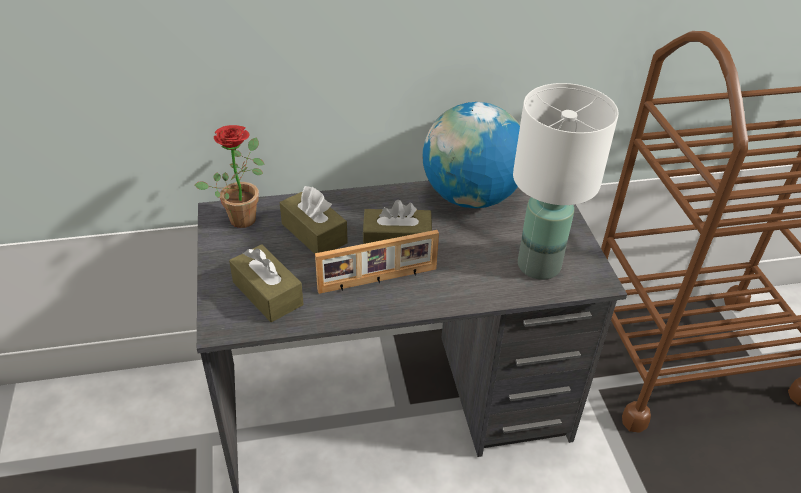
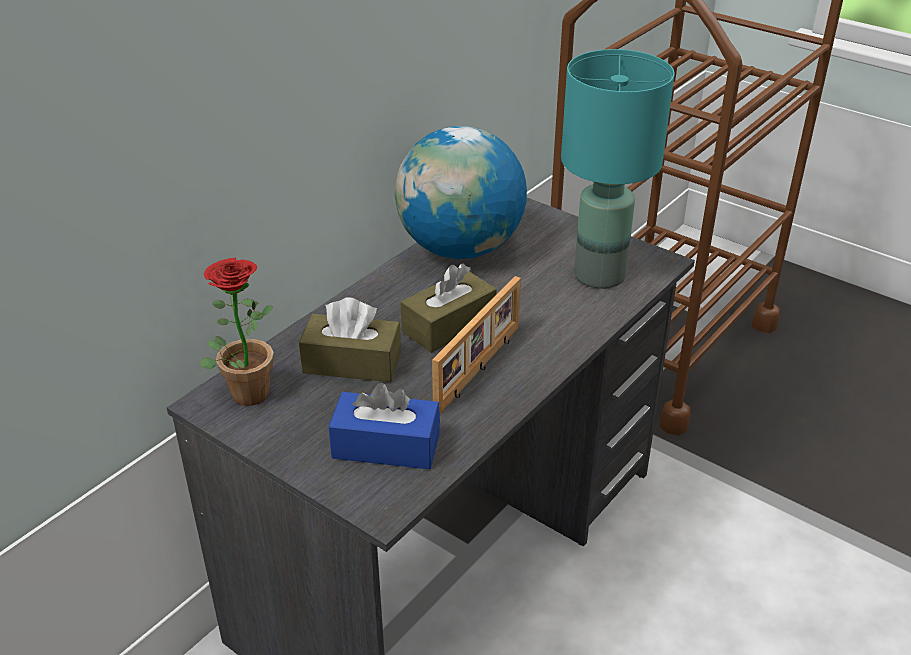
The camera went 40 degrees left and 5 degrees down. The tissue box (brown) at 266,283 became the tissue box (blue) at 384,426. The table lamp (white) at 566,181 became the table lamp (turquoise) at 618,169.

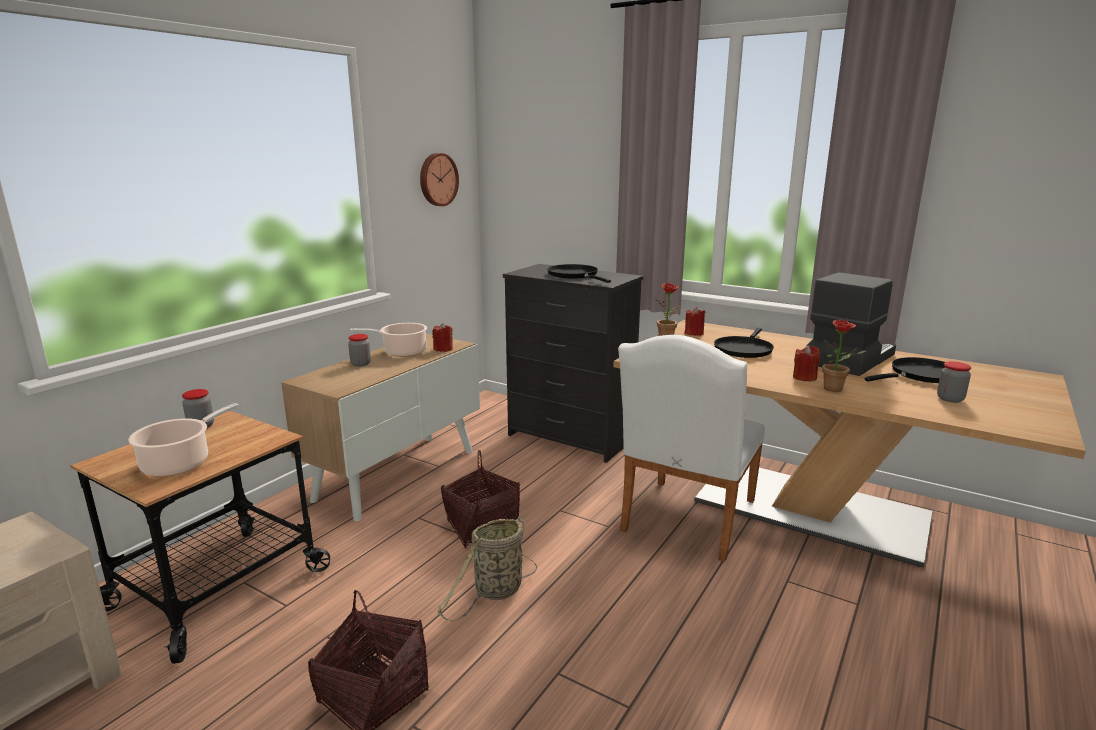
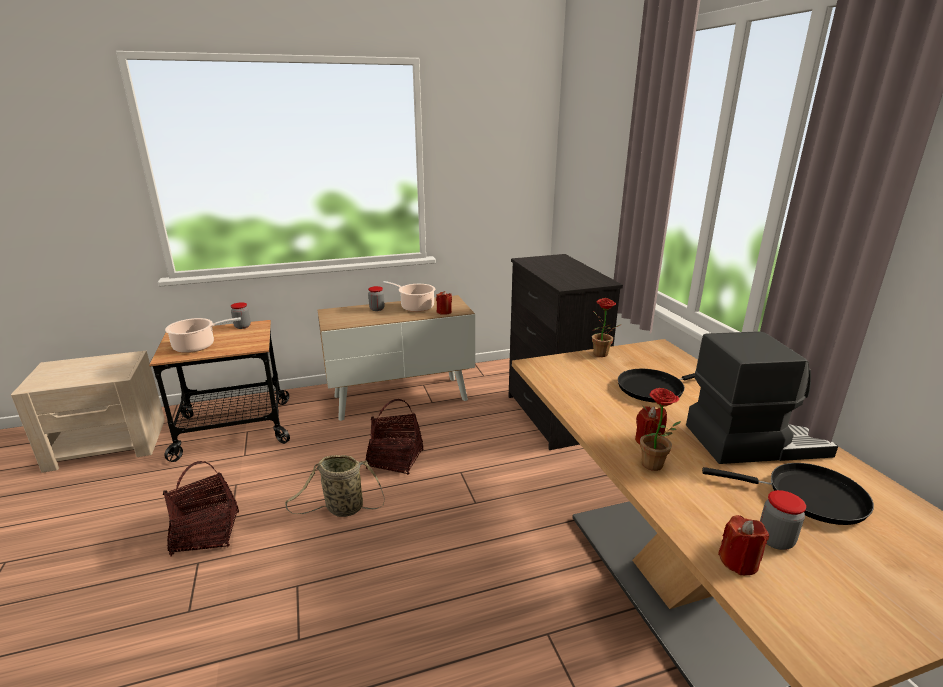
The camera went 40 degrees right and 5 degrees up. The wall clock at 439,179 disappeared. The frying pan (black) at 579,273 disappeared. The chair (white) at 691,448 disappeared. The candle (red) moved from 695,321 to 743,545.

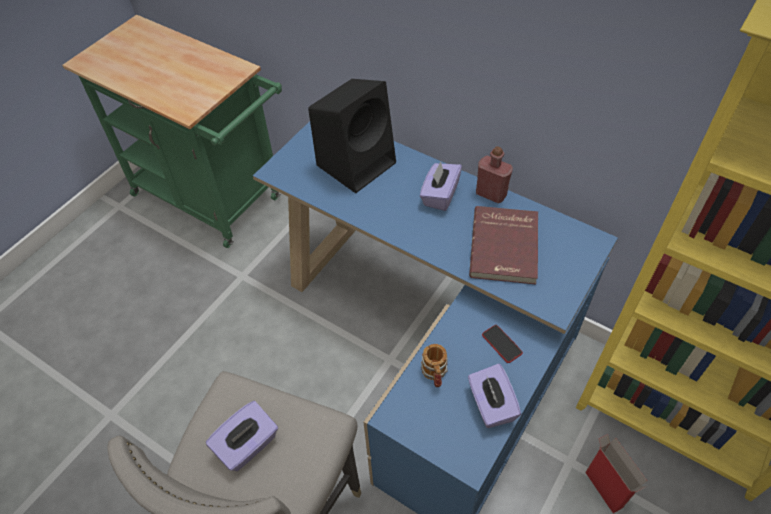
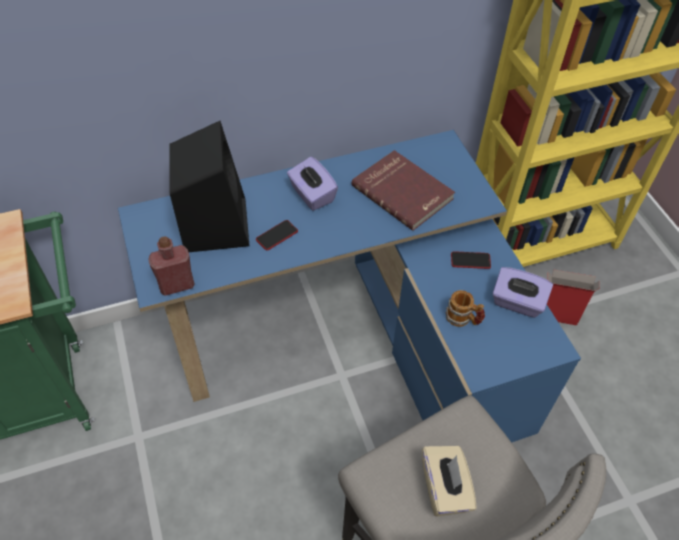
The camera went 55 degrees left and 0 degrees up. The tissue box (purple) at 242,436 became the tissue box (beige) at 449,481. The bottle (red) moved from 494,174 to 171,266. The phone at 277,235 appeared.

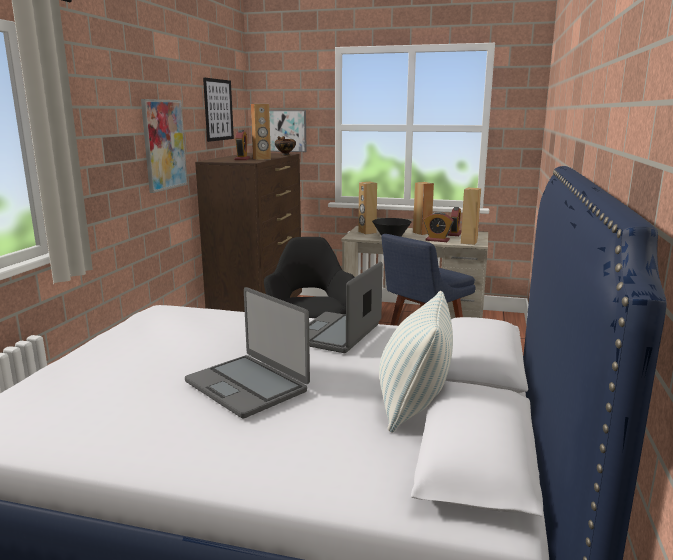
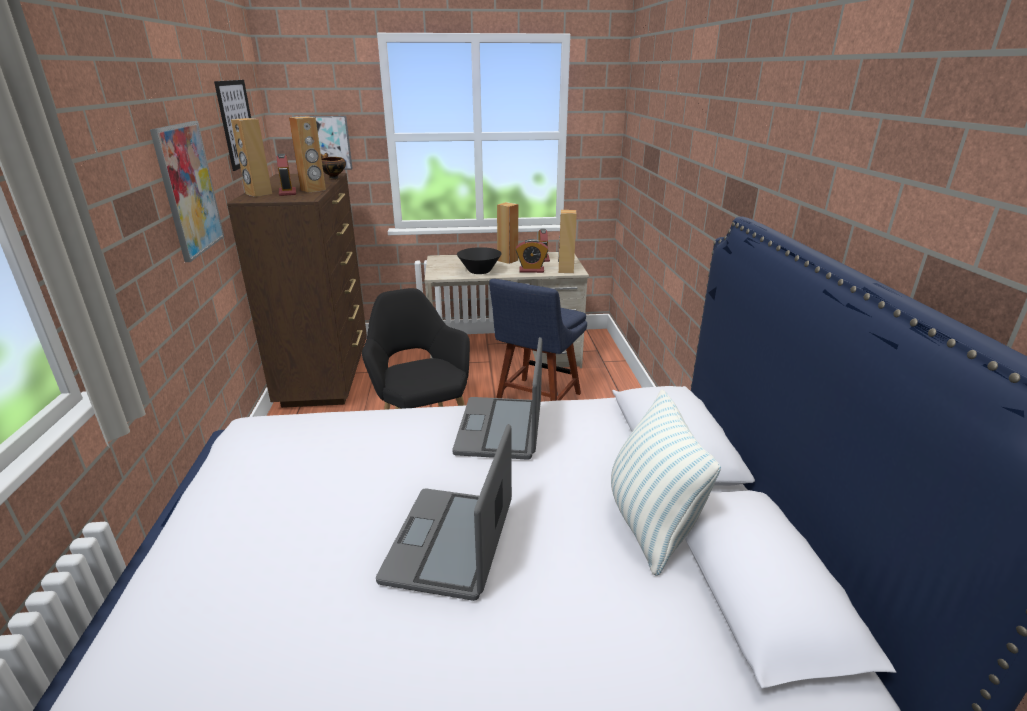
The camera went 20 degrees left and 10 degrees up. The laptop at 247,353 turned 75 degrees clockwise. The speaker (brown) moved from 367,208 to 251,157.

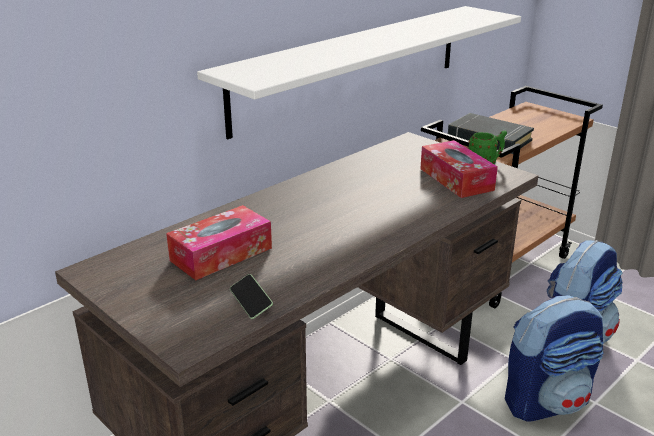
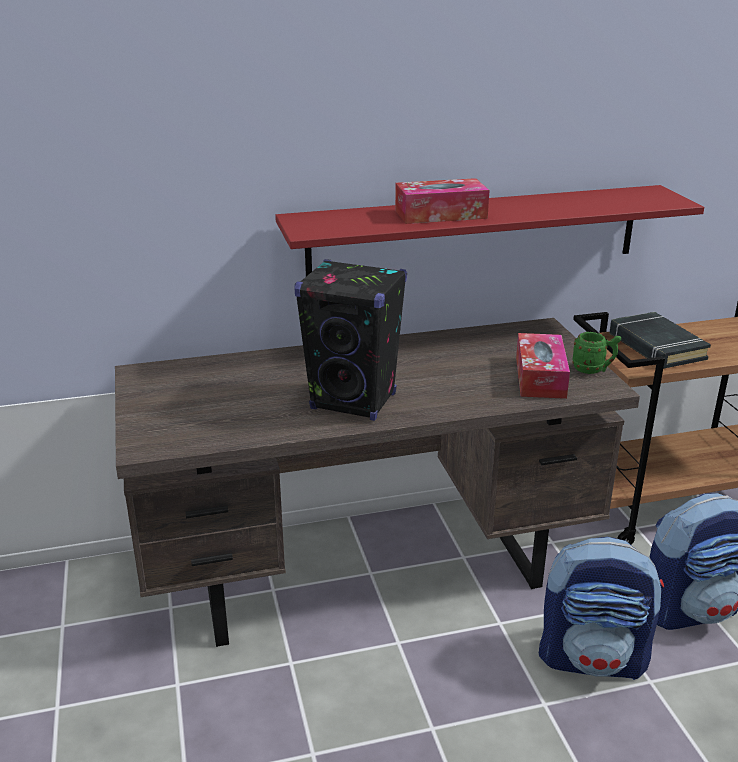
The camera went 30 degrees right and 0 degrees up. The tissue box moved from 219,242 to 442,201. The shelf (white) at 359,72 became the shelf (red) at 489,230. The phone at 251,296 disappeared. The speaker (black) at 350,340 appeared.

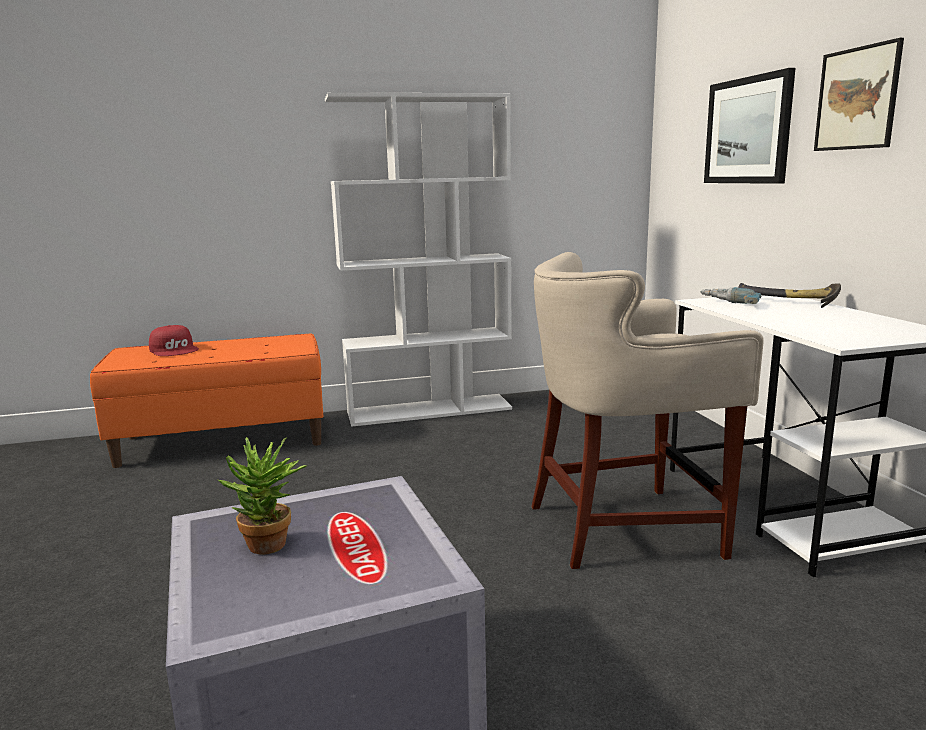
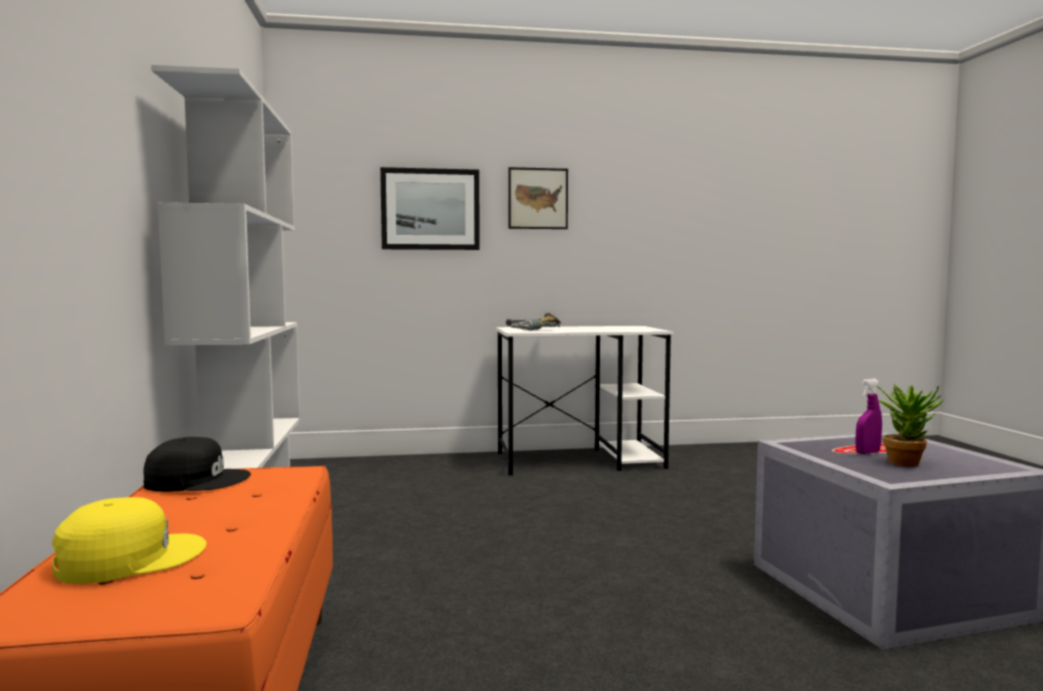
The camera went 85 degrees left and 10 degrees down. The cap (red) at 174,340 became the cap (yellow) at 129,540. The stool (beige) at 647,410 disappeared. The cap (black) at 197,464 appeared. The spray bottle (purple) at 869,416 appeared.

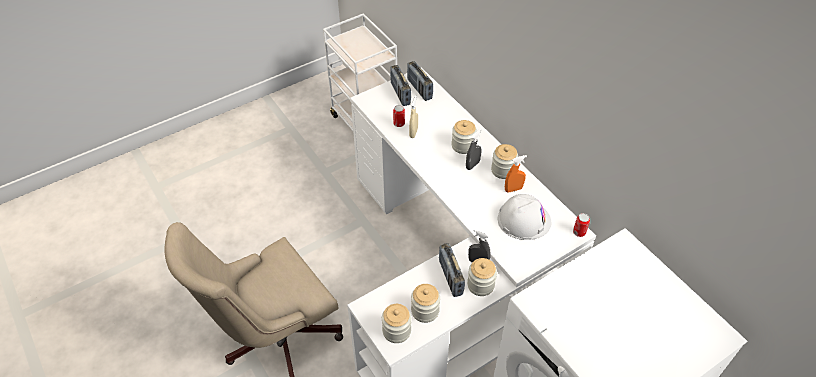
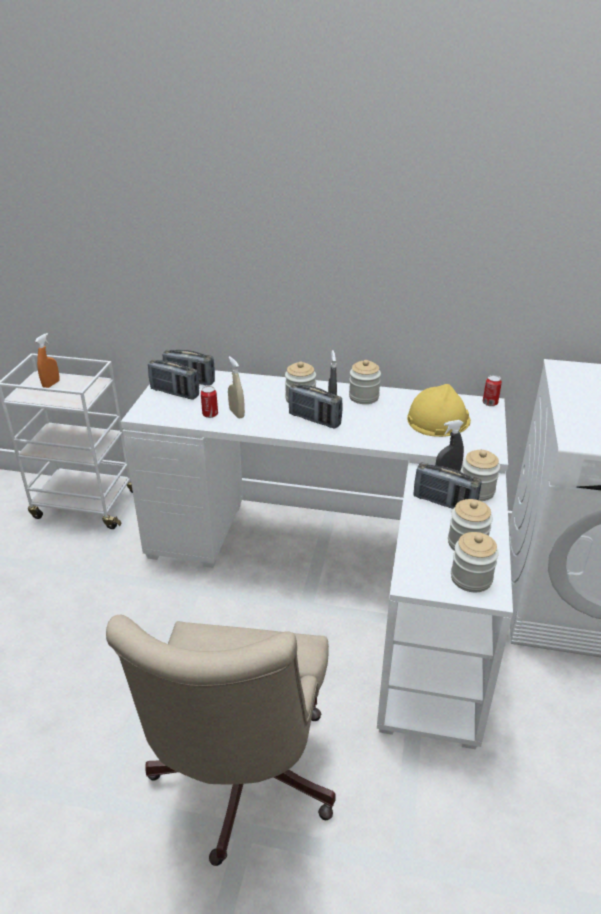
The camera went 45 degrees left and 15 degrees down. The hard hat (white) at 524,217 became the hard hat (yellow) at 439,410. The spray bottle (orange) moved from 516,174 to 47,360. The radio at 315,406 appeared.

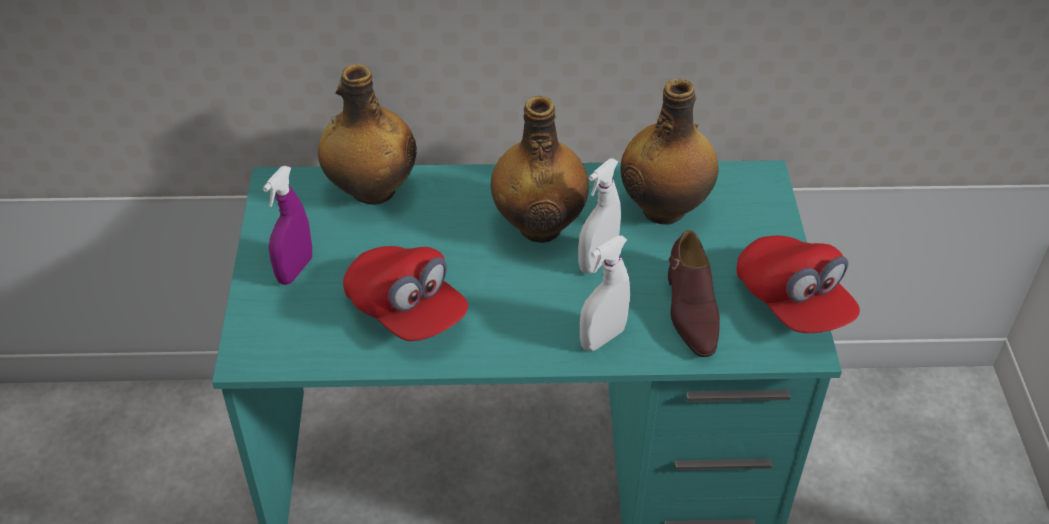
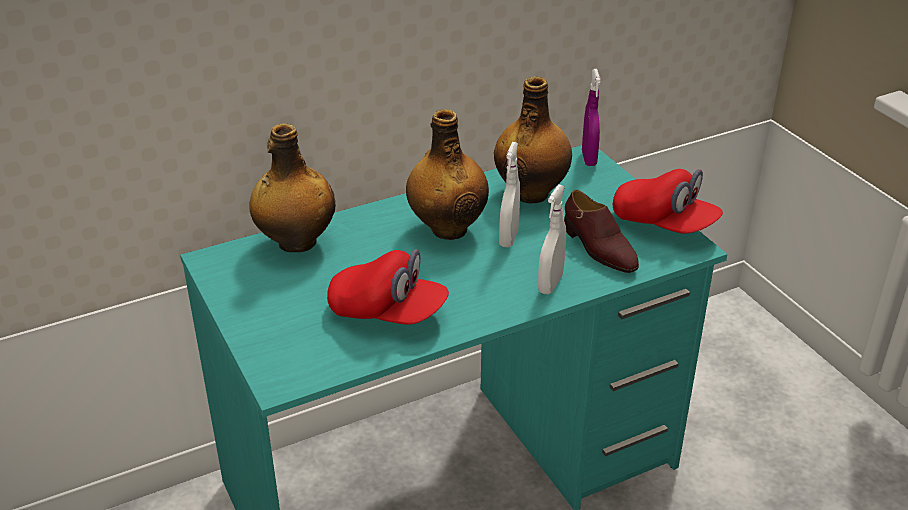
The camera went 25 degrees left and 10 degrees down. The spray bottle (purple) moved from 287,225 to 591,117.

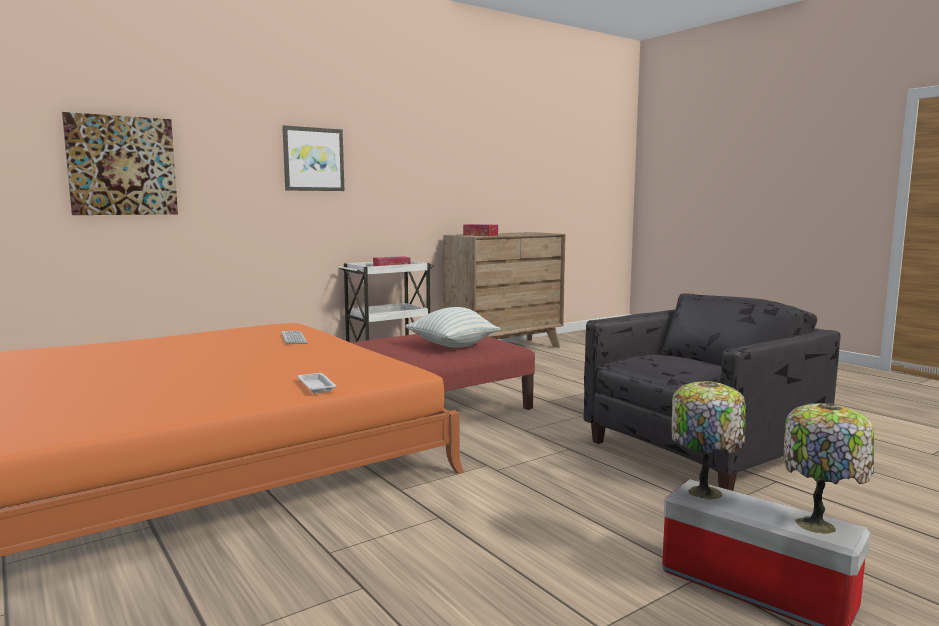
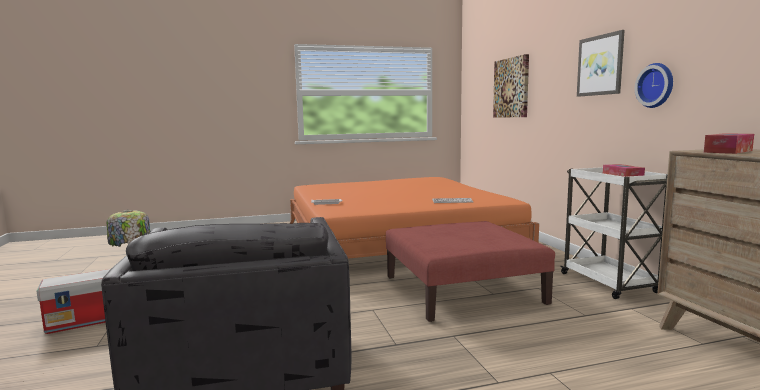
The camera went 110 degrees right and 0 degrees up. The pillow at 453,327 disappeared. The table lamp at 828,468 disappeared. The wall clock at 654,85 appeared.

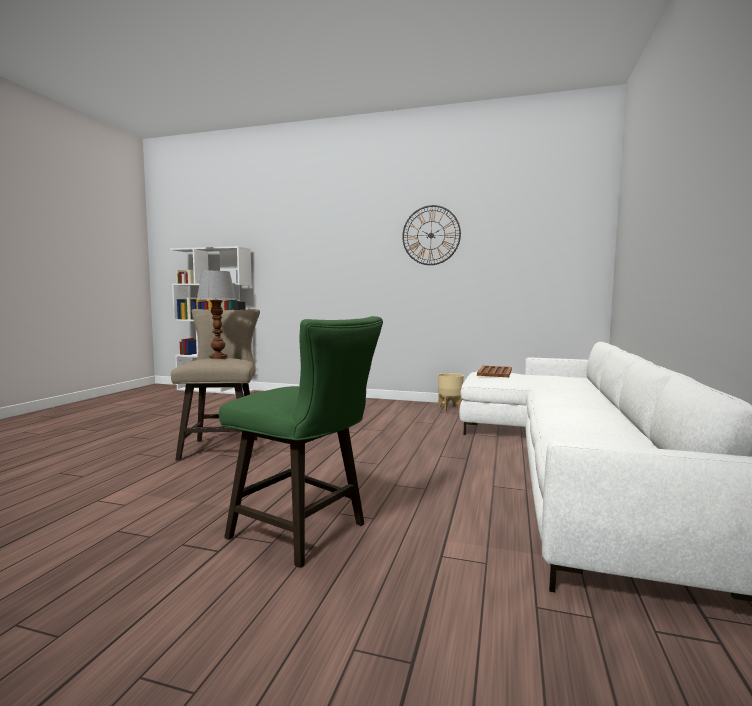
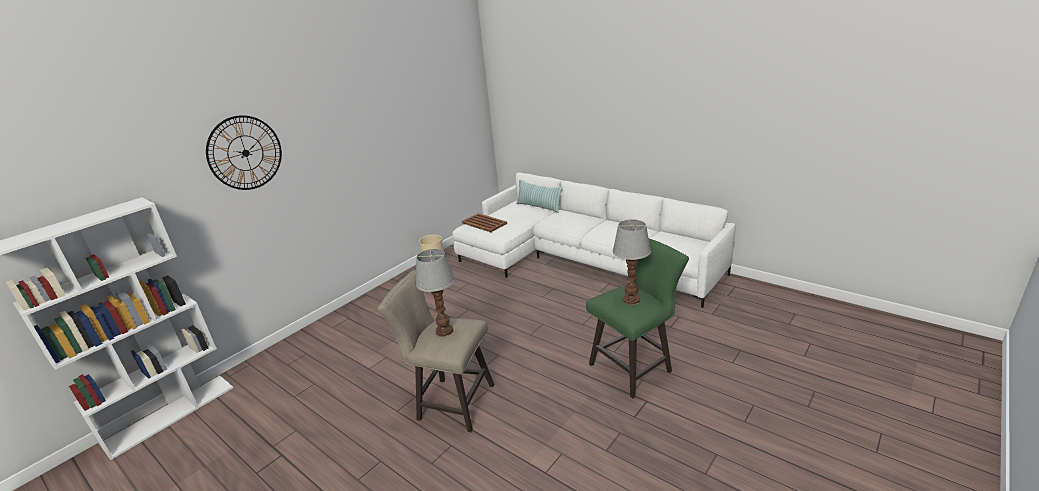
The camera went 65 degrees left and 20 degrees up. The wall clock moved from 431,235 to 244,152. The pillow at 539,196 appeared. The table lamp at 632,262 appeared.

